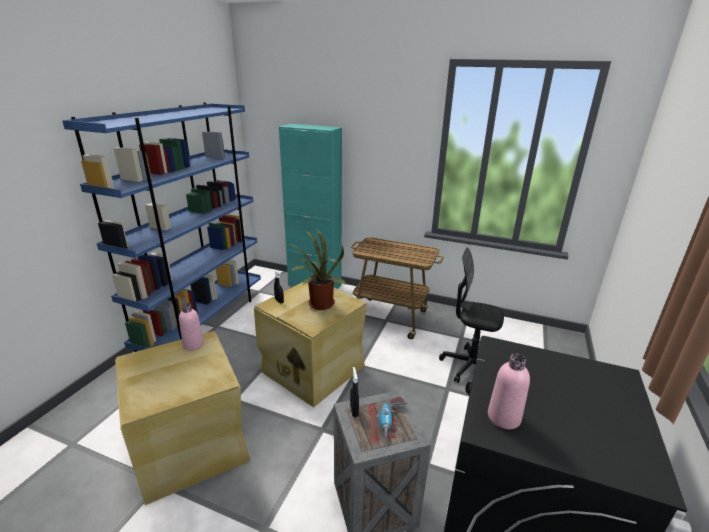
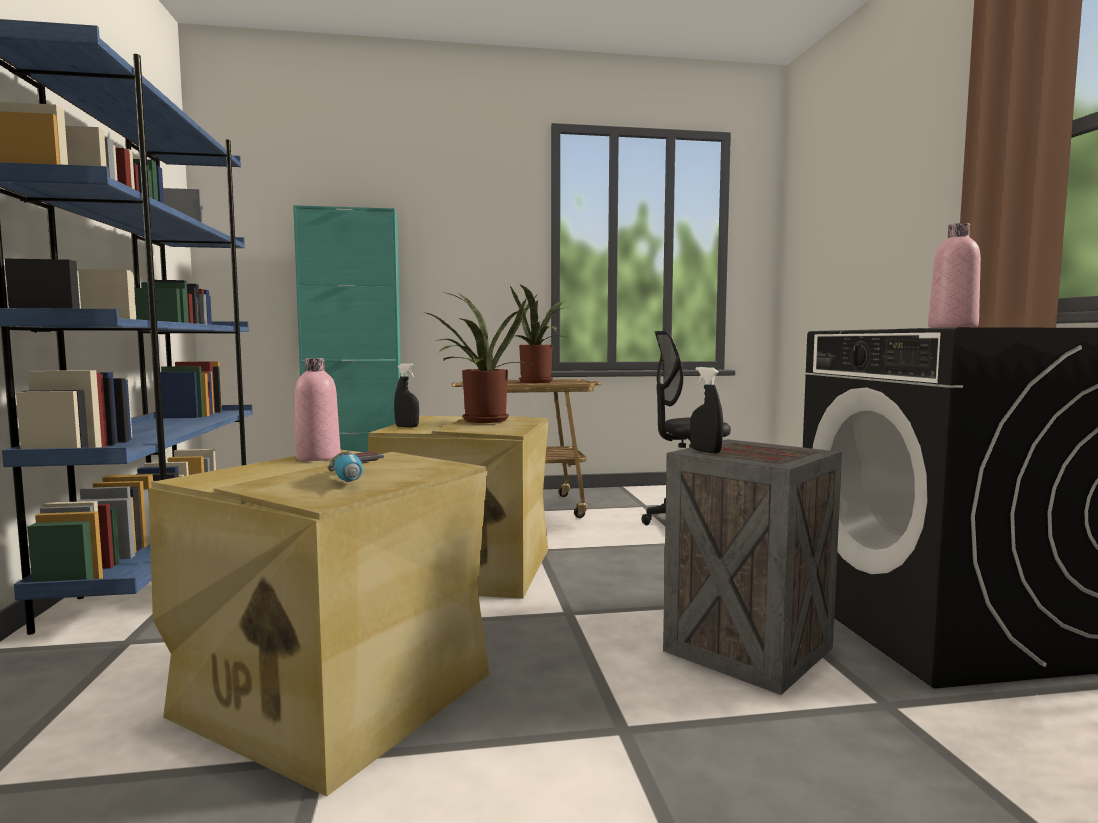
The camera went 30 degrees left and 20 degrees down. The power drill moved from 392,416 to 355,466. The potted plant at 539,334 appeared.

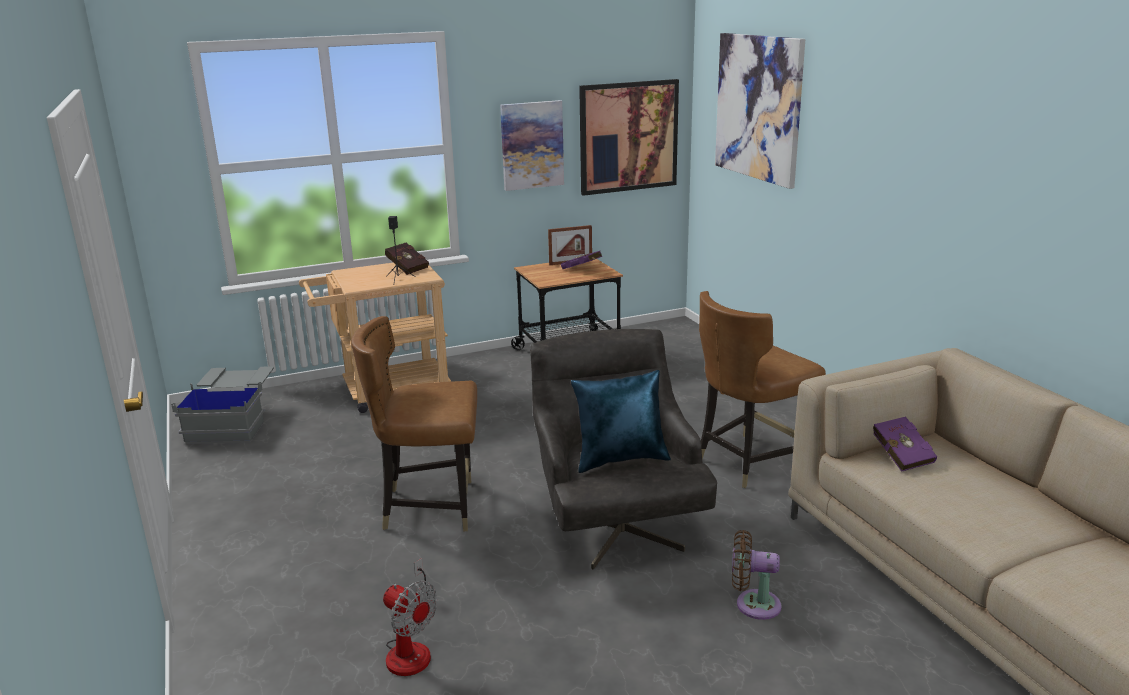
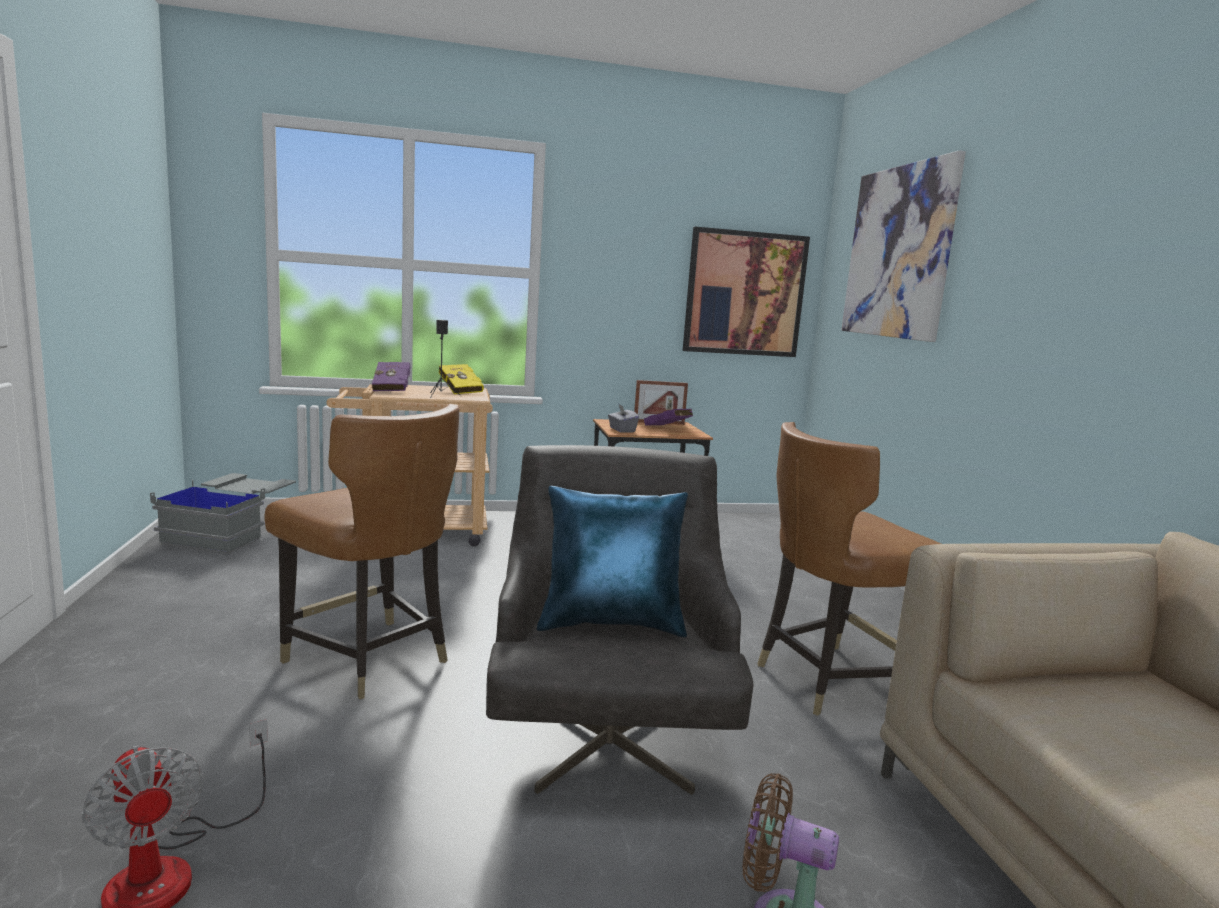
The camera went 10 degrees right and 10 degrees down. The chair (brown) at 414,423 turned 150 degrees counterclockwise. The book (red) at 407,259 became the book (yellow) at 461,379. The picture at 532,145 disappeared. The book (purple) moved from 905,444 to 391,376. The tissue box (grey) at 623,418 appeared.

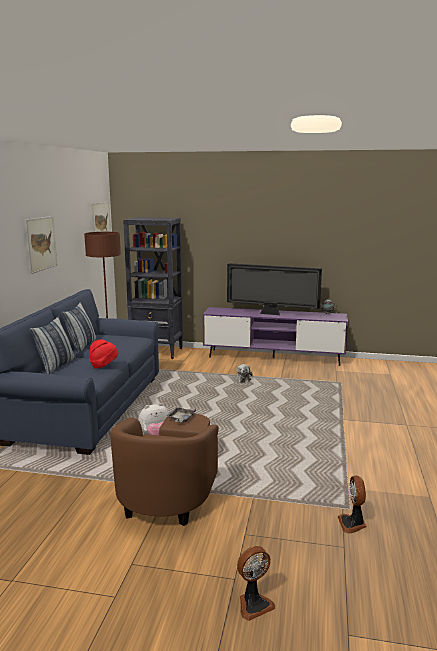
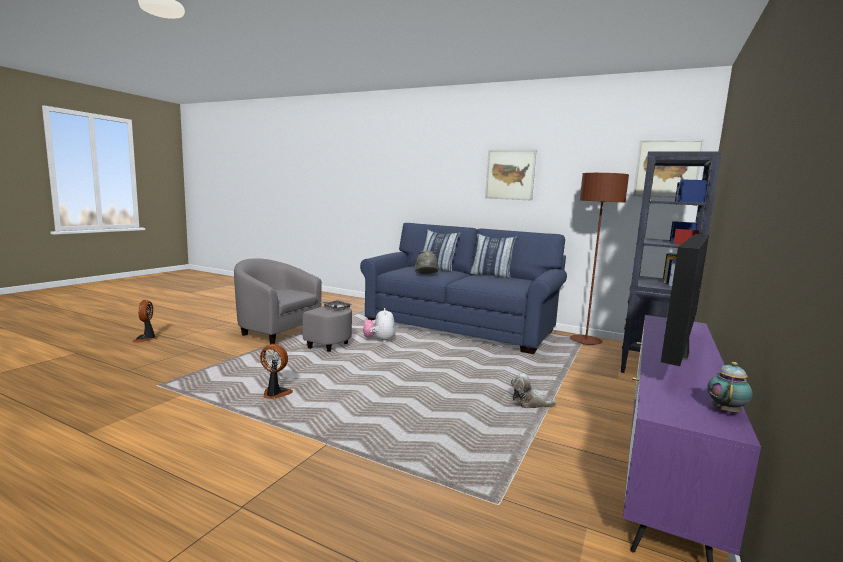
The camera went 105 degrees right and 5 degrees down. The hat (red) at 103,354 became the hat (grey) at 426,262. The armchair (brown) at 165,469 became the armchair (grey) at 293,305. The fan moved from 352,504 to 276,371.

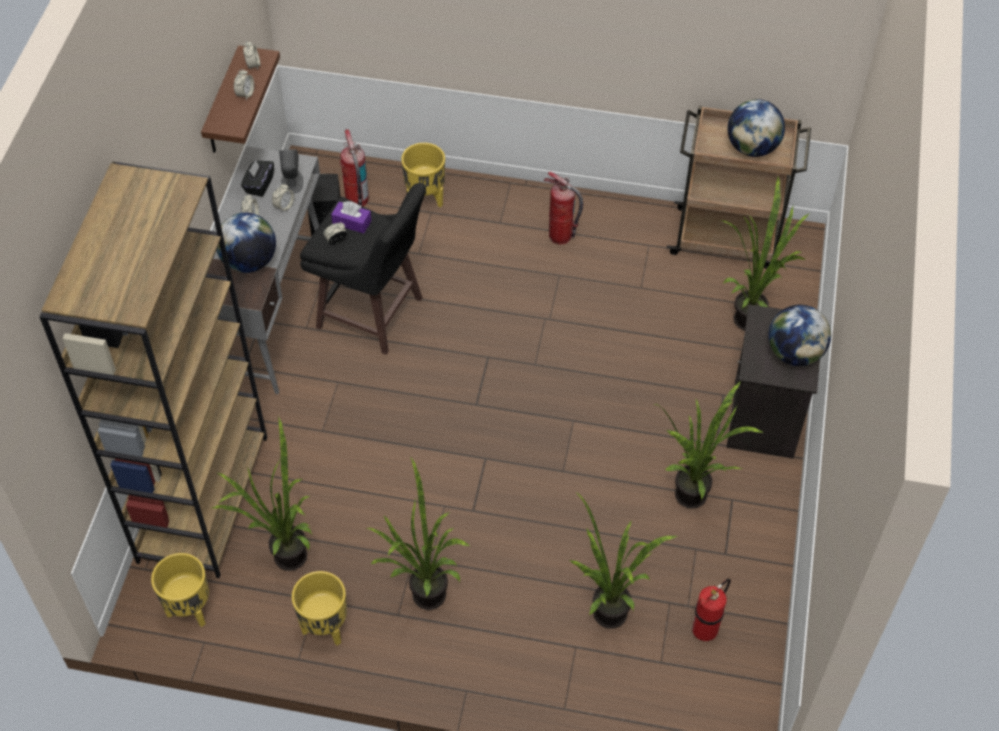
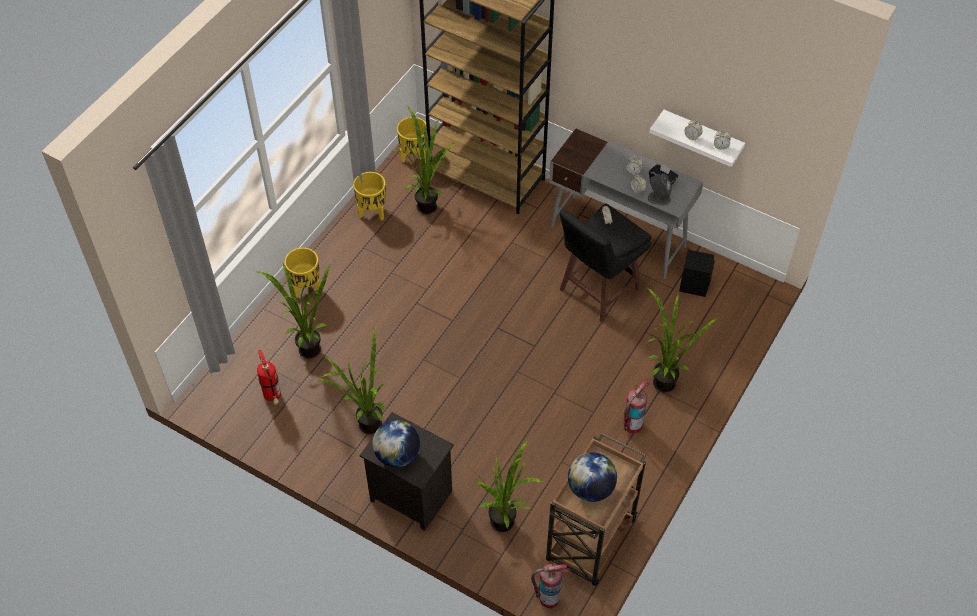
The camera went 110 degrees right and 0 degrees up. The shelf (brown) at 240,99 became the shelf (white) at 697,138. The globe at 246,242 disappeared. The tissue box (purple) at 351,217 disappeared. The fire extinguisher moved from 354,167 to 551,585. The potted plant moved from 419,533 to 682,340. The planter (yellow) moved from 423,175 to 302,273.

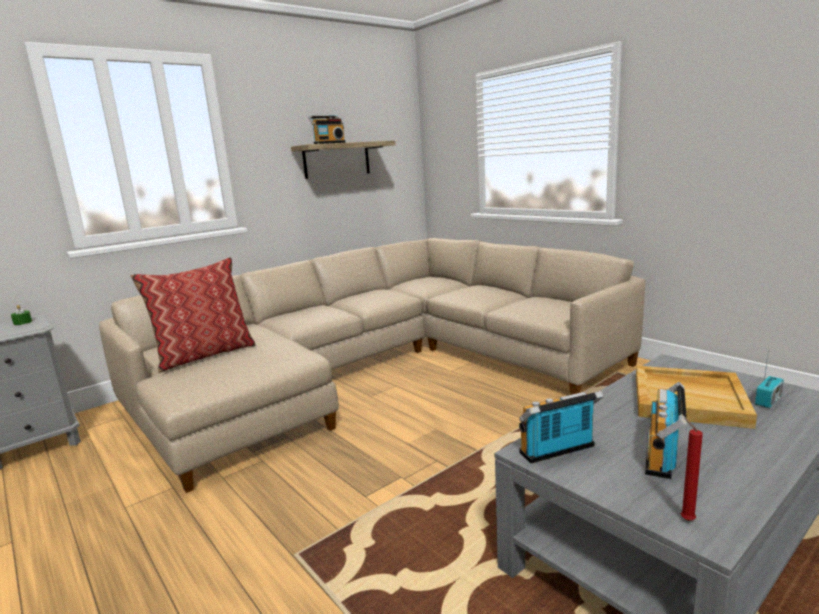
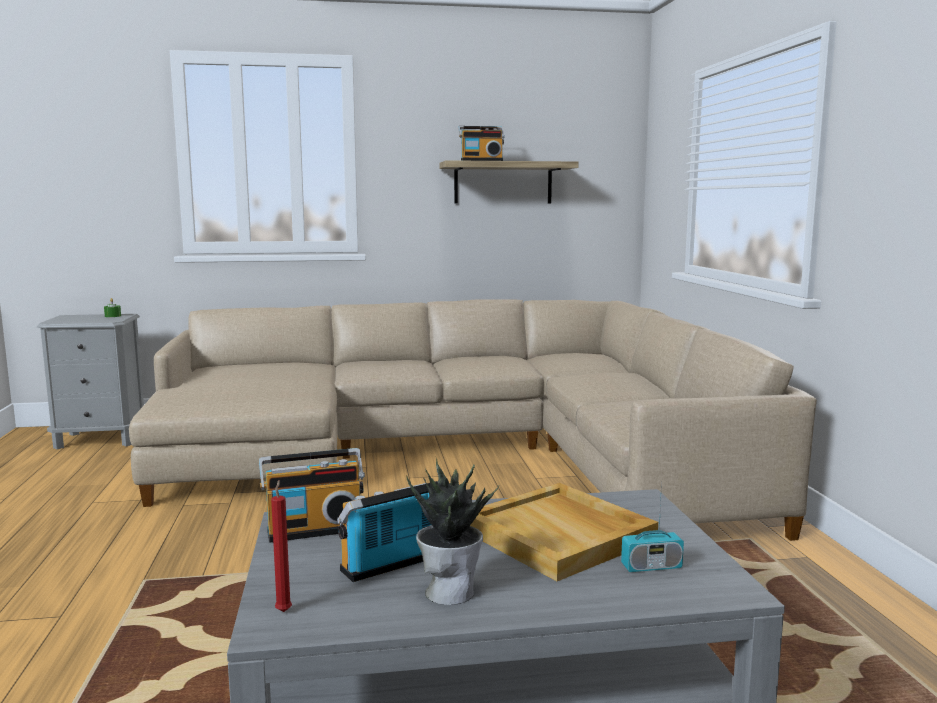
The camera went 30 degrees right and 5 degrees down. The pillow at 192,315 disappeared. The radio at 561,427 turned 150 degrees clockwise. The potted plant at 452,531 appeared.

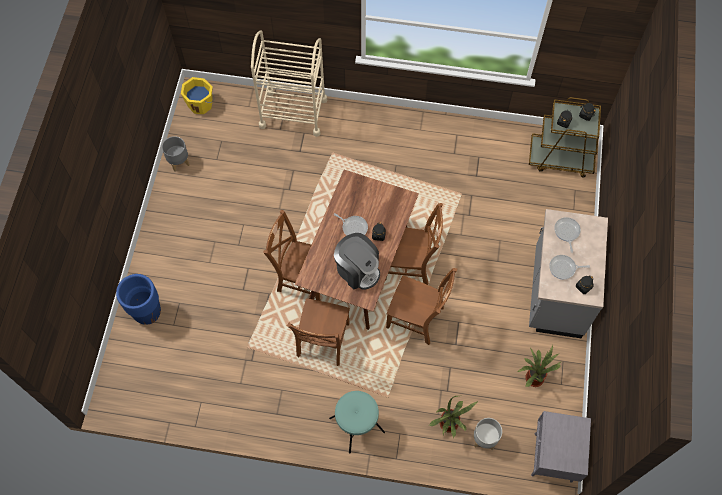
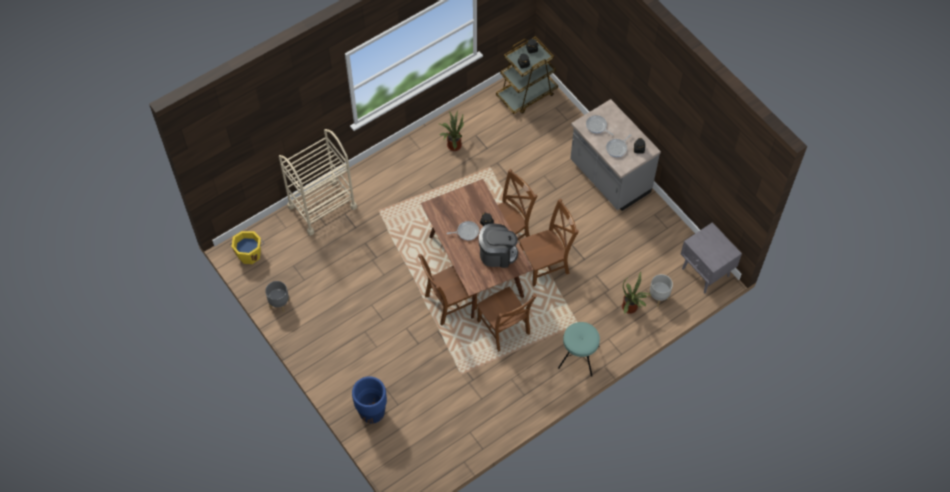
The camera went 45 degrees left and 5 degrees down. The potted plant moved from 540,366 to 451,131.

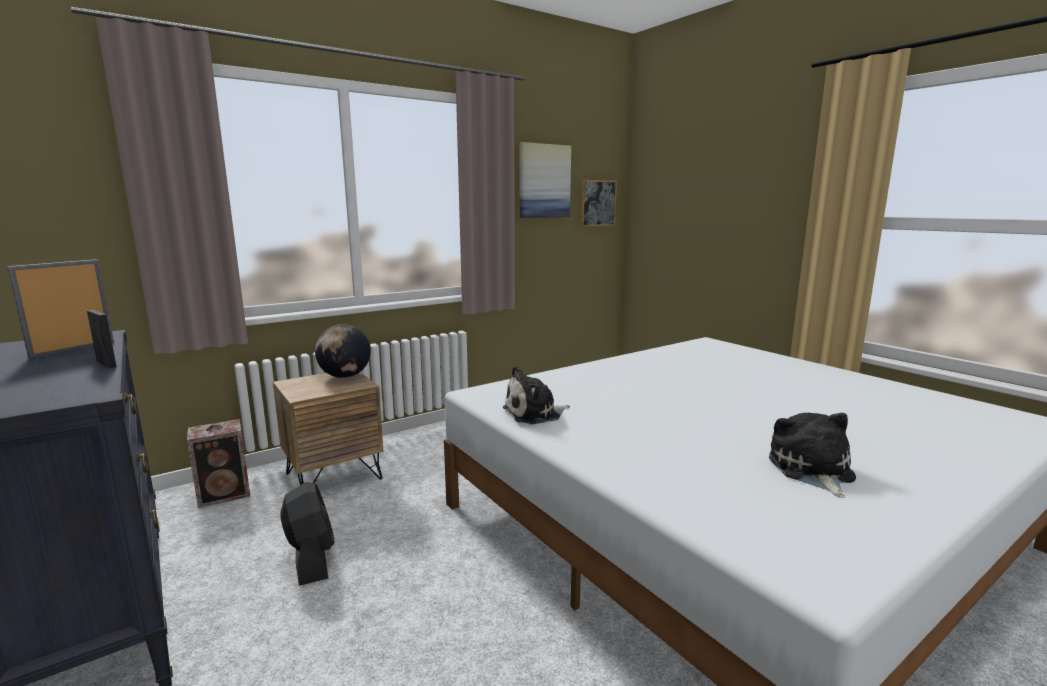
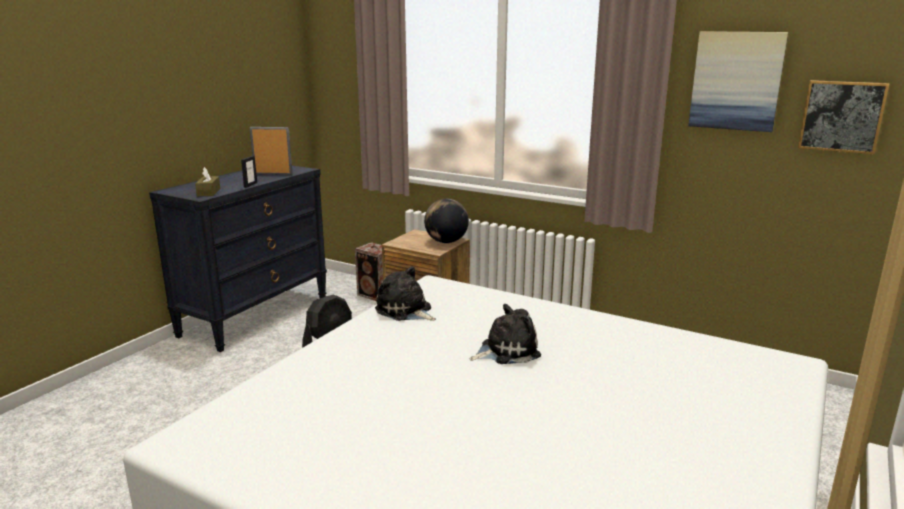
The camera went 65 degrees right and 5 degrees up. The plush toy moved from 812,455 to 505,334. The tissue box (brown) at 207,181 appeared.

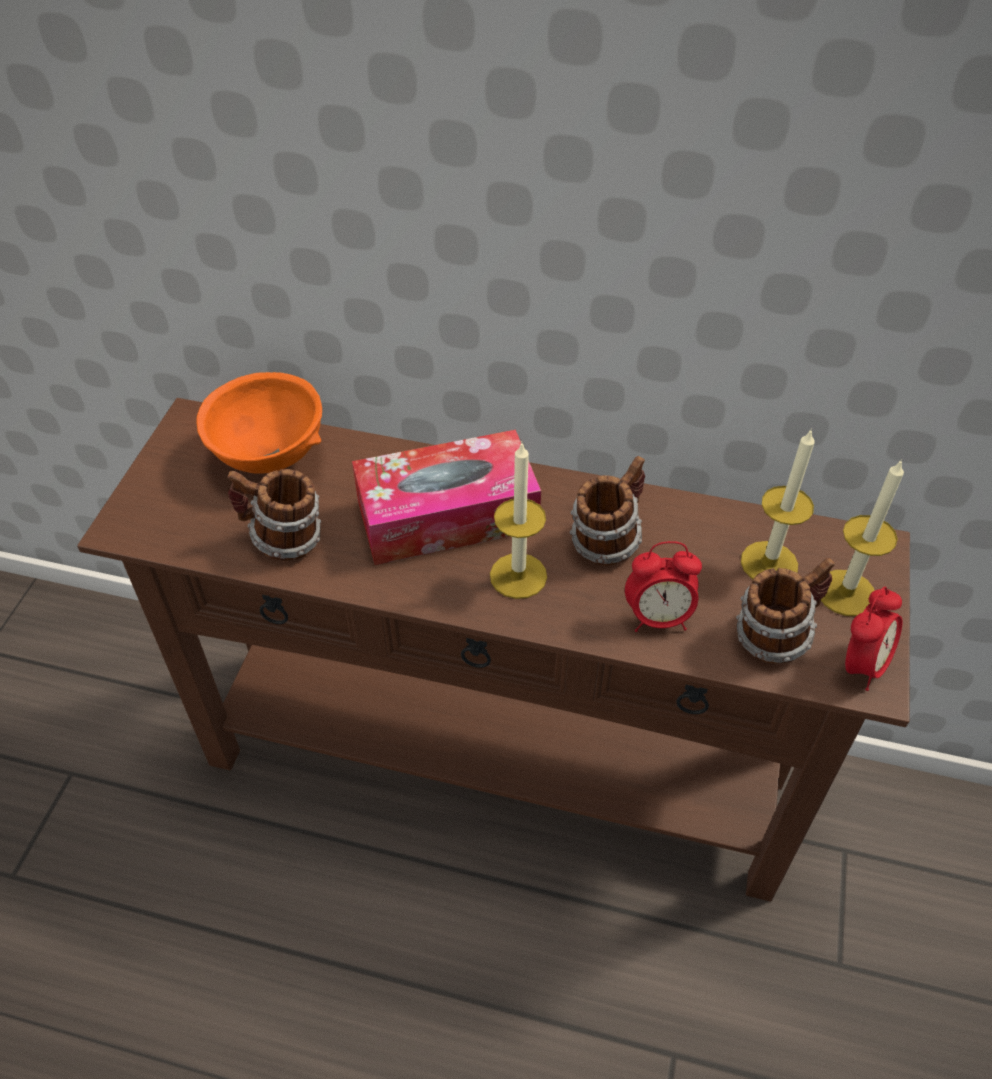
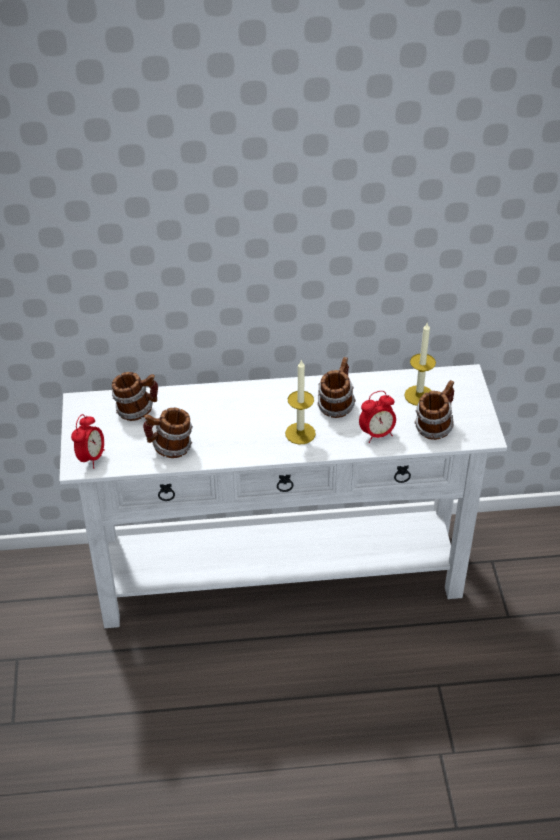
The camera went 20 degrees left and 5 degrees down. The console table (brown) at 493,650 became the console table (white) at 283,496. The bowl (orange) at 259,423 was replaced by the mug at 135,396. The tissue box at 446,497 disappeared. The candle at 862,537 disappeared. The alarm clock moved from 873,639 to 88,441.

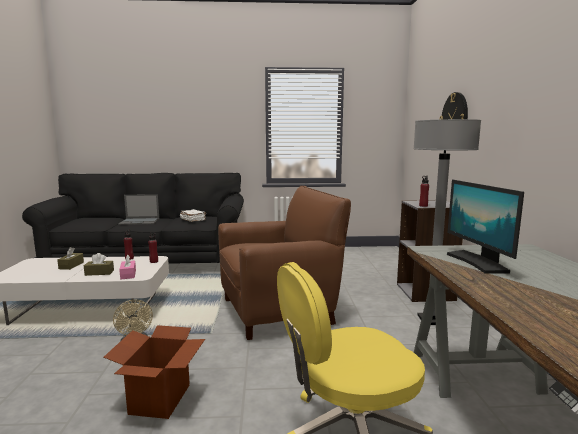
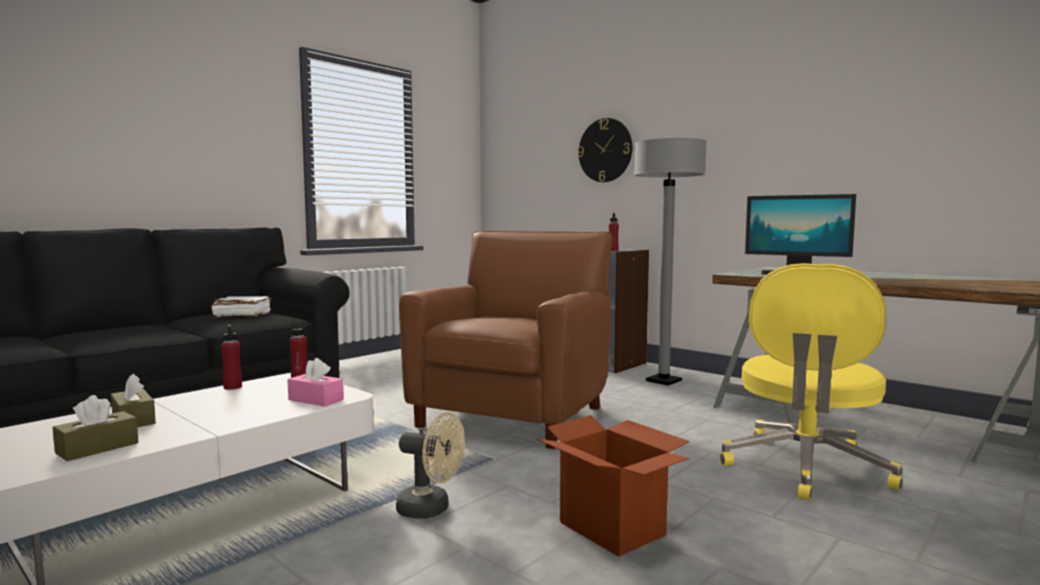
The camera went 45 degrees left and 5 degrees down. The tissue box (brown) moved from 99,264 to 95,428. The laptop at 138,209 disappeared.

